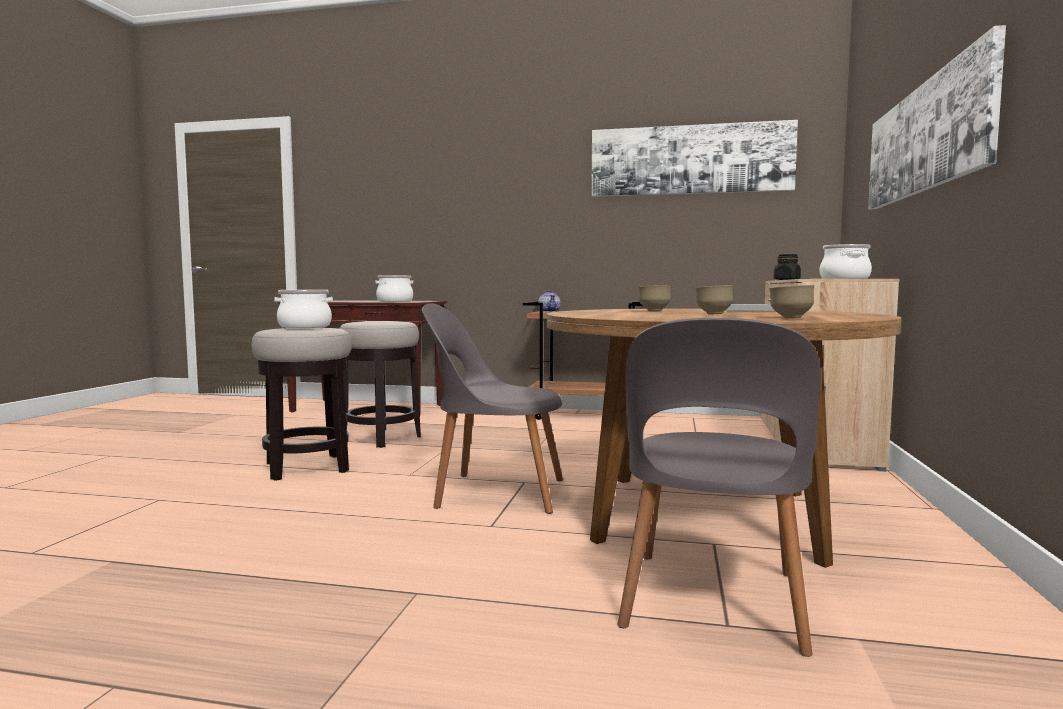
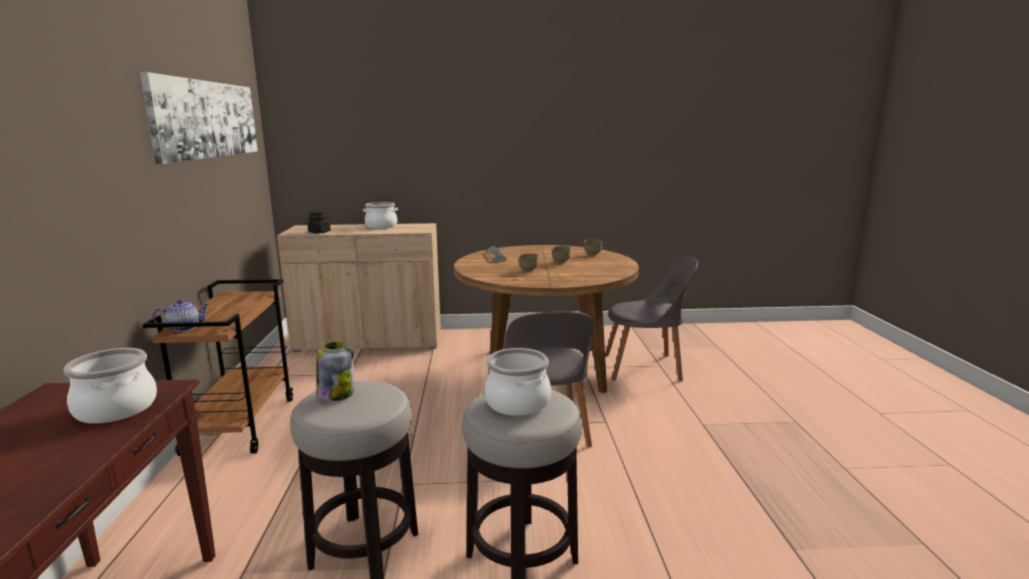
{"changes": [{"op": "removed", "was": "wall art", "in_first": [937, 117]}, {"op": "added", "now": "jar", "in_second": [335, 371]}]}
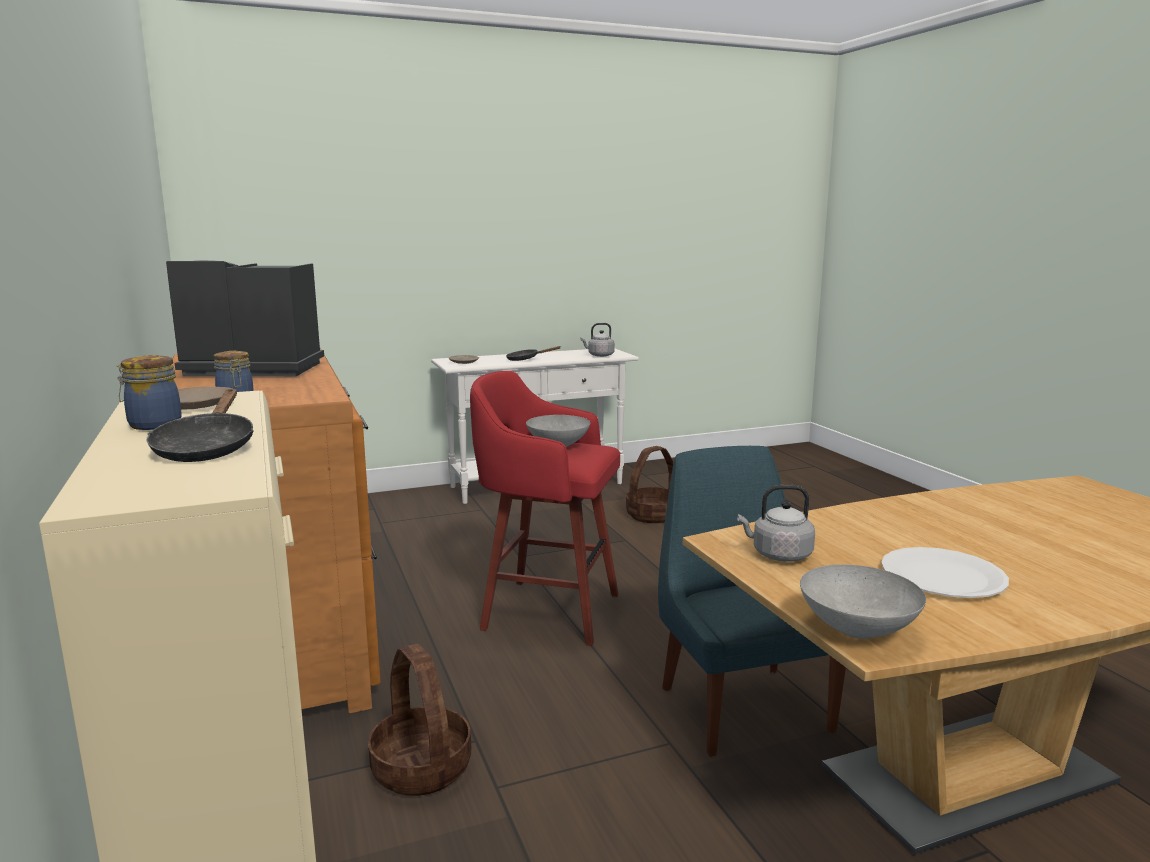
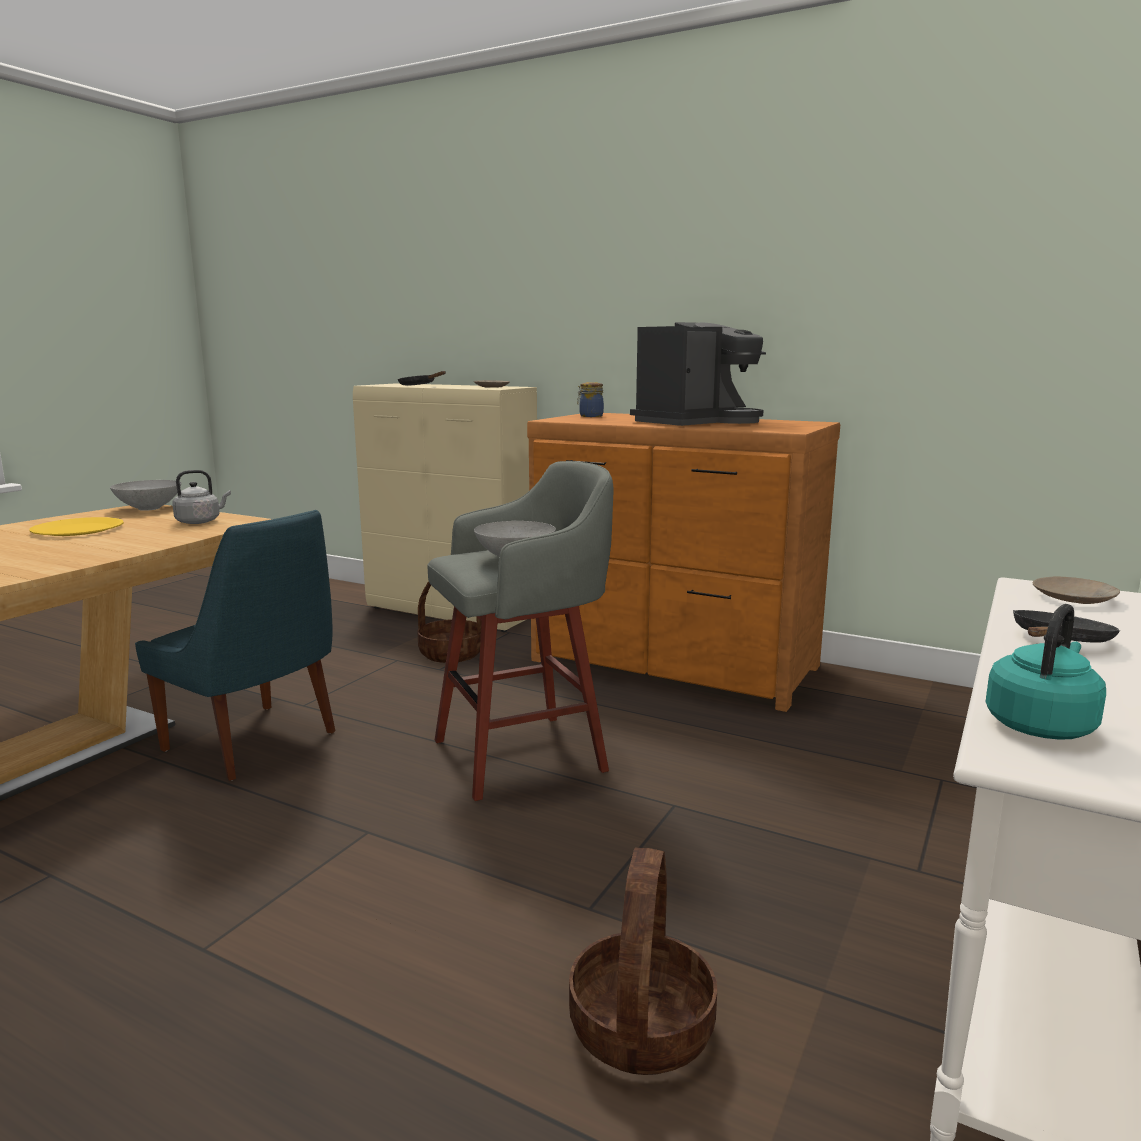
{"changes": [{"op": "removed", "was": "jar", "in_first": [149, 392]}, {"op": "recoloured", "was": "red stool", "now": "greyish stool", "in_first": [545, 508], "in_second": [520, 631]}, {"op": "recoloured", "was": "greyish tea kettle", "now": "turquoise tea kettle", "in_first": [597, 340], "in_second": [1045, 672]}, {"op": "recoloured", "was": "whitish flat dish", "now": "yellowish flat dish", "in_first": [945, 572], "in_second": [77, 526]}]}
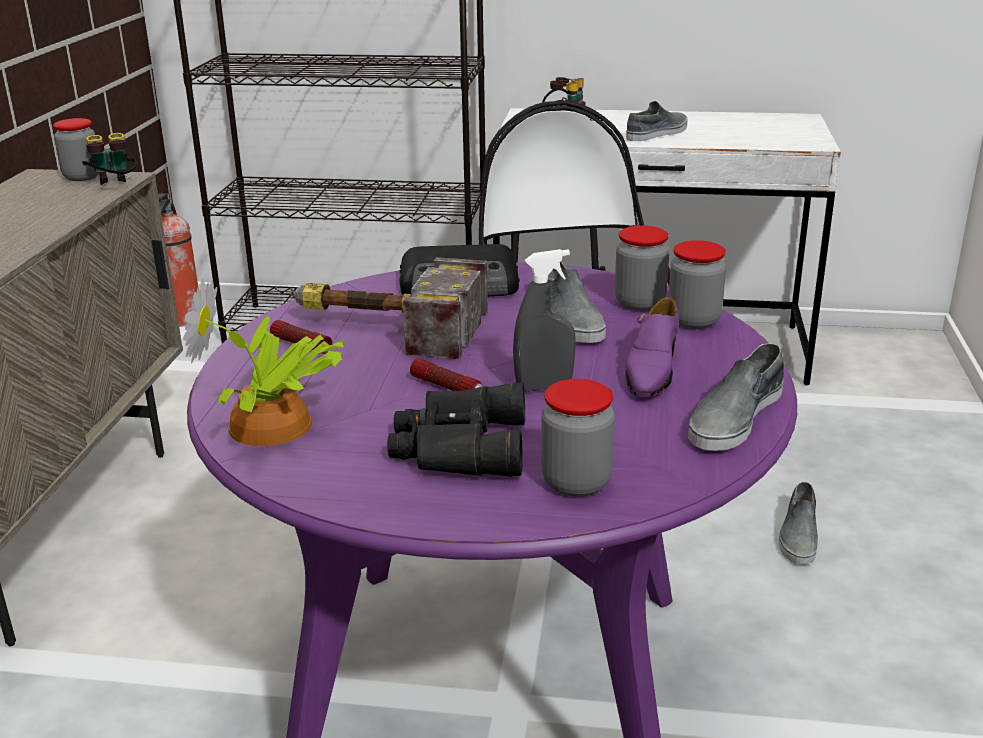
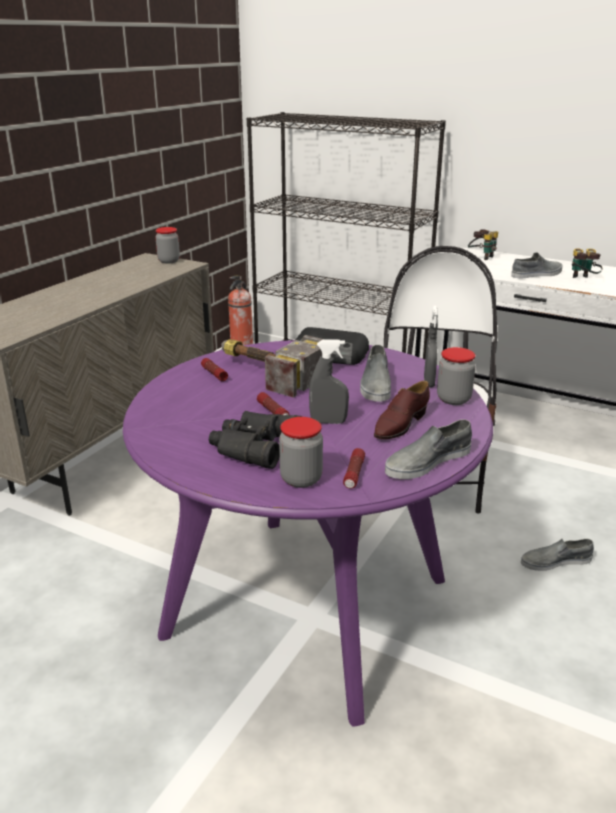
{"changes": [{"op": "moved", "was": "field glasses", "in_first": [109, 159], "in_second": [587, 263]}, {"op": "removed", "was": "potted plant", "in_first": [263, 362]}, {"op": "replaced", "was": "jar", "now": "greyish spray bottle", "in_first": [642, 268], "in_second": [431, 346]}, {"op": "recoloured", "was": "purplish low shoe", "now": "brownish low shoe", "in_first": [652, 347], "in_second": [402, 410]}, {"op": "turned", "was": "greyish low shoe", "in_first": [798, 523], "in_second": [557, 555], "clockwise": 45}, {"op": "added", "now": "hand torch", "in_second": [354, 468]}]}
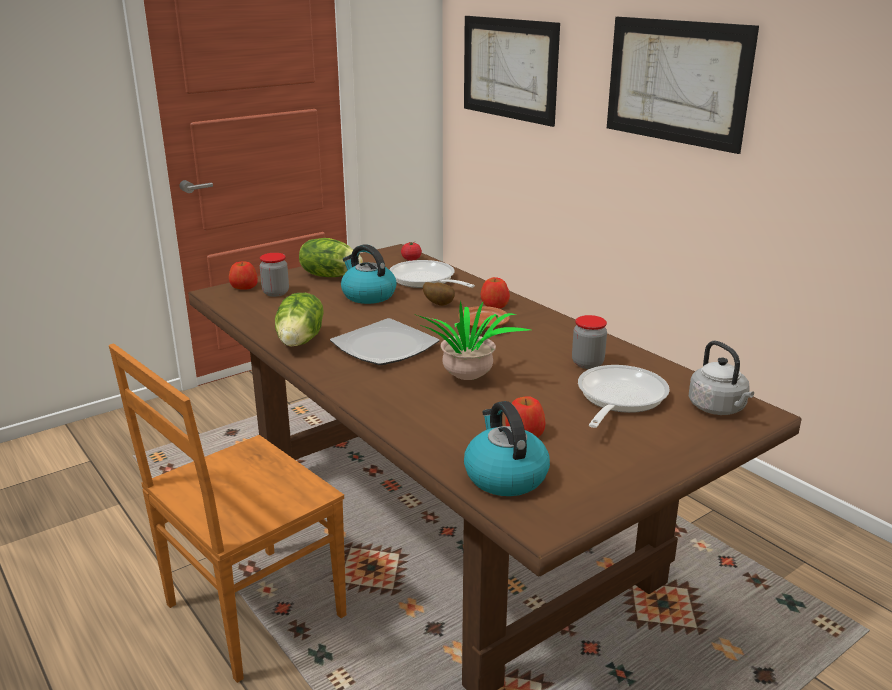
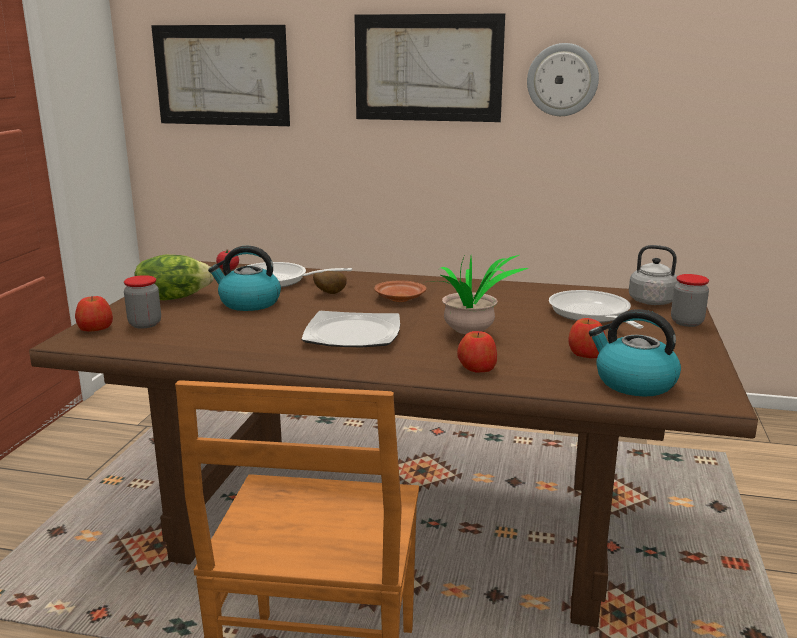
{"changes": [{"op": "removed", "was": "head of lettuce", "in_first": [299, 320]}, {"op": "moved", "was": "whole apple", "in_first": [495, 292], "in_second": [477, 351]}, {"op": "moved", "was": "jar", "in_first": [589, 342], "in_second": [690, 300]}, {"op": "added", "now": "clock on the wall", "in_second": [563, 79]}]}
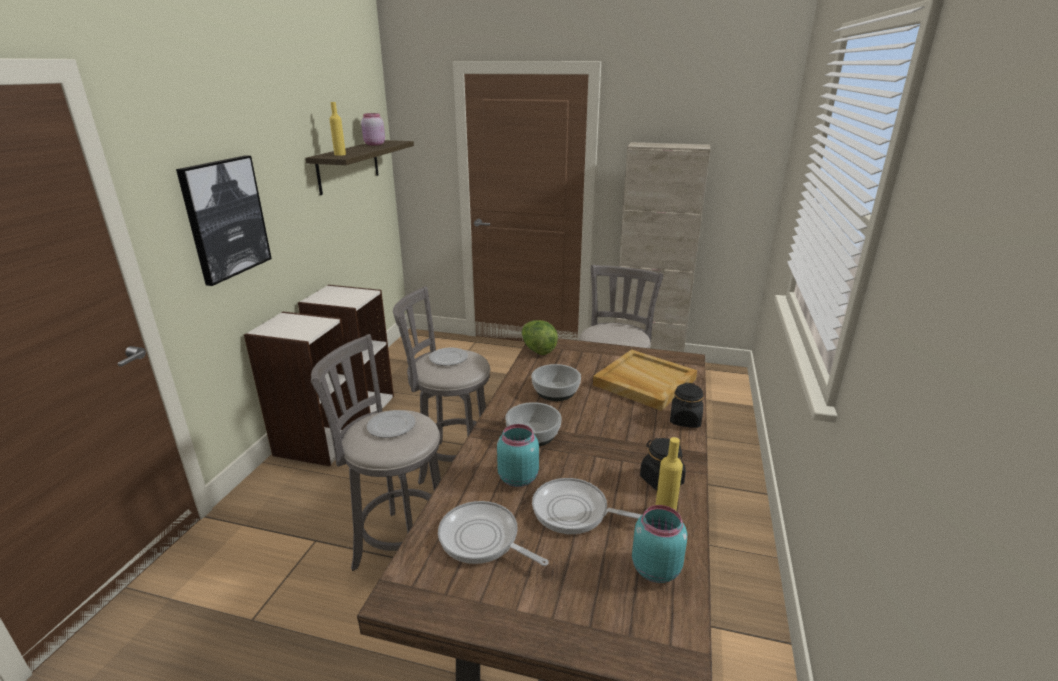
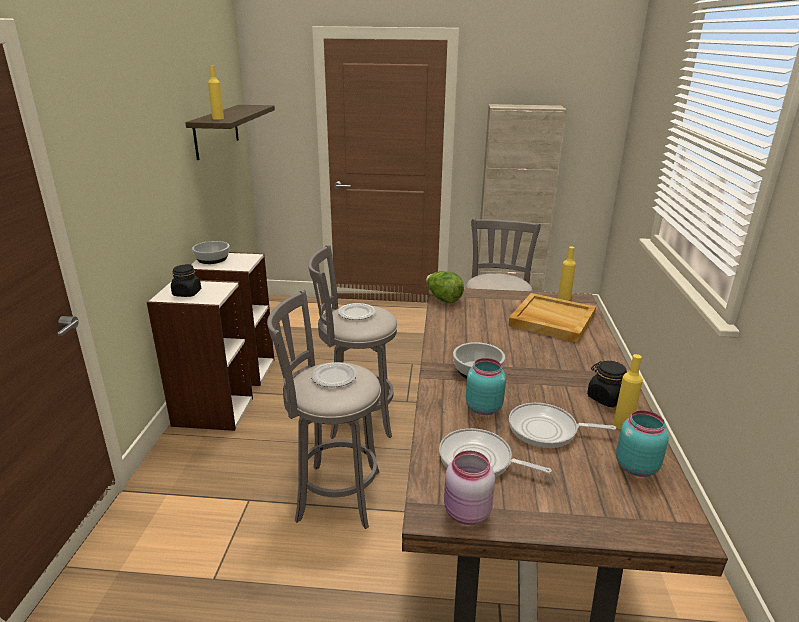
{"changes": [{"op": "removed", "was": "wall art", "in_first": [224, 220]}, {"op": "moved", "was": "pink jar", "in_first": [373, 129], "in_second": [469, 487]}, {"op": "moved", "was": "deep dish", "in_first": [556, 382], "in_second": [211, 252]}, {"op": "moved", "was": "black-coloured jar", "in_first": [687, 405], "in_second": [186, 280]}, {"op": "added", "now": "yellowish beverage bottle", "in_second": [567, 273]}]}
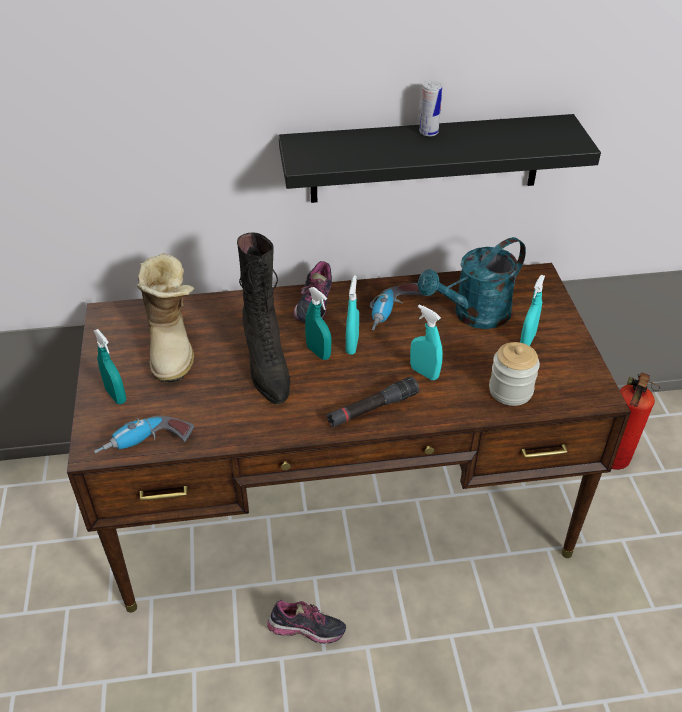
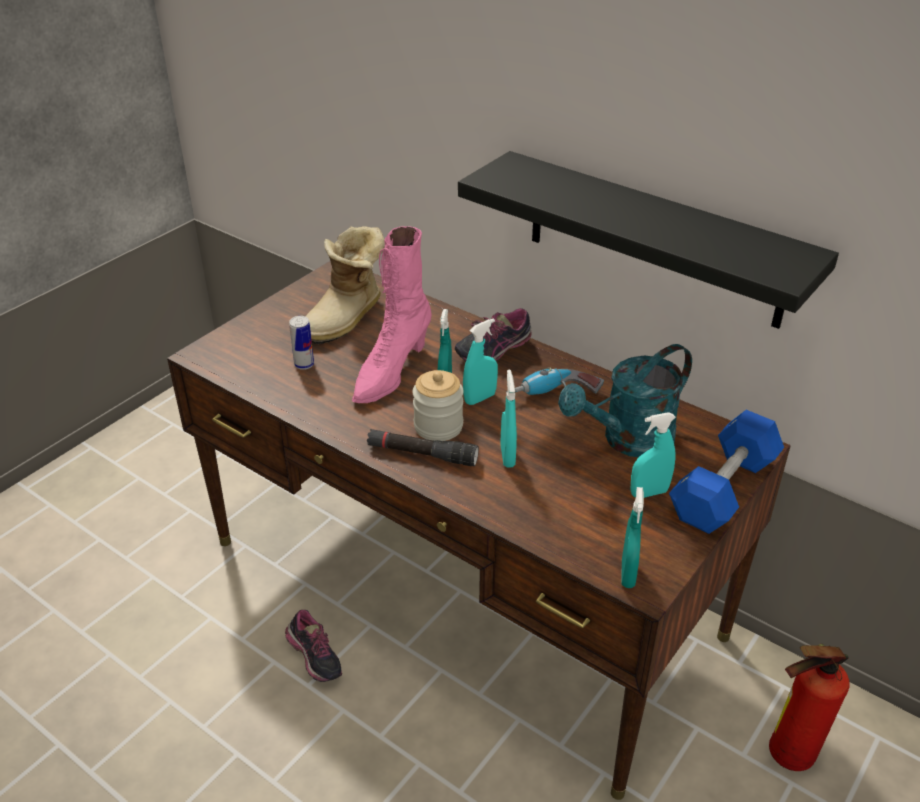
{"changes": [{"op": "moved", "was": "turquoise spray bottle", "in_first": [110, 366], "in_second": [632, 537]}, {"op": "removed", "was": "electric drill", "in_first": [144, 434]}, {"op": "recoloured", "was": "black-coloured tall boot", "now": "pink tall boot", "in_first": [263, 319], "in_second": [392, 314]}, {"op": "turned", "was": "turquoise watering can", "in_first": [471, 283], "in_second": [625, 400], "clockwise": -45}, {"op": "moved", "was": "sealed can", "in_first": [430, 108], "in_second": [301, 343]}, {"op": "moved", "was": "jar", "in_first": [514, 374], "in_second": [438, 405]}, {"op": "added", "now": "blue dumbbell", "in_second": [726, 472]}]}
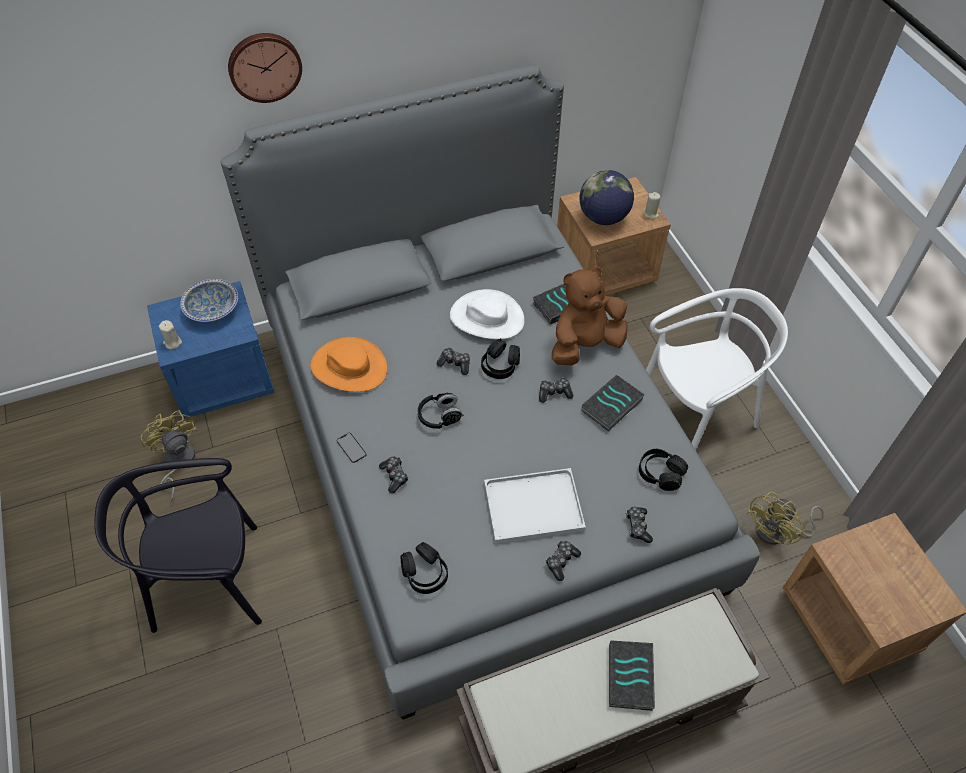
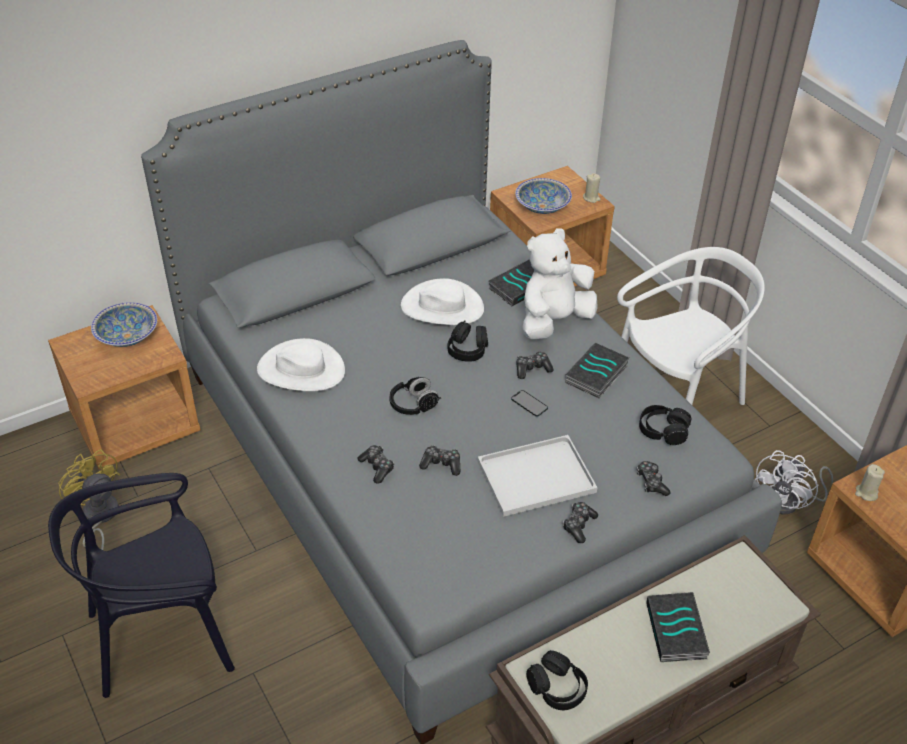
{"changes": [{"op": "recoloured", "was": "blue nightstand", "now": "brownish nightstand", "in_first": [210, 350], "in_second": [124, 387]}, {"op": "moved", "was": "beige wax light", "in_first": [170, 334], "in_second": [870, 482]}, {"op": "removed", "was": "clock on the wall", "in_first": [265, 68]}, {"op": "recoloured", "was": "orange-coloured clothing hat", "now": "whitish clothing hat", "in_first": [348, 364], "in_second": [301, 364]}, {"op": "moved", "was": "handset", "in_first": [351, 448], "in_second": [529, 403]}, {"op": "moved", "was": "black-coloured headphones", "in_first": [424, 568], "in_second": [557, 680]}, {"op": "moved", "was": "game controller", "in_first": [453, 361], "in_second": [439, 460]}, {"op": "recoloured", "was": "brownish cuddly toy", "now": "whitish cuddly toy", "in_first": [590, 315], "in_second": [560, 284]}, {"op": "replaced", "was": "desk globe", "now": "deep dish", "in_first": [607, 197], "in_second": [543, 196]}, {"op": "recoloured", "was": "yellowish electric fan", "now": "whitish electric fan", "in_first": [785, 518], "in_second": [794, 482]}]}
